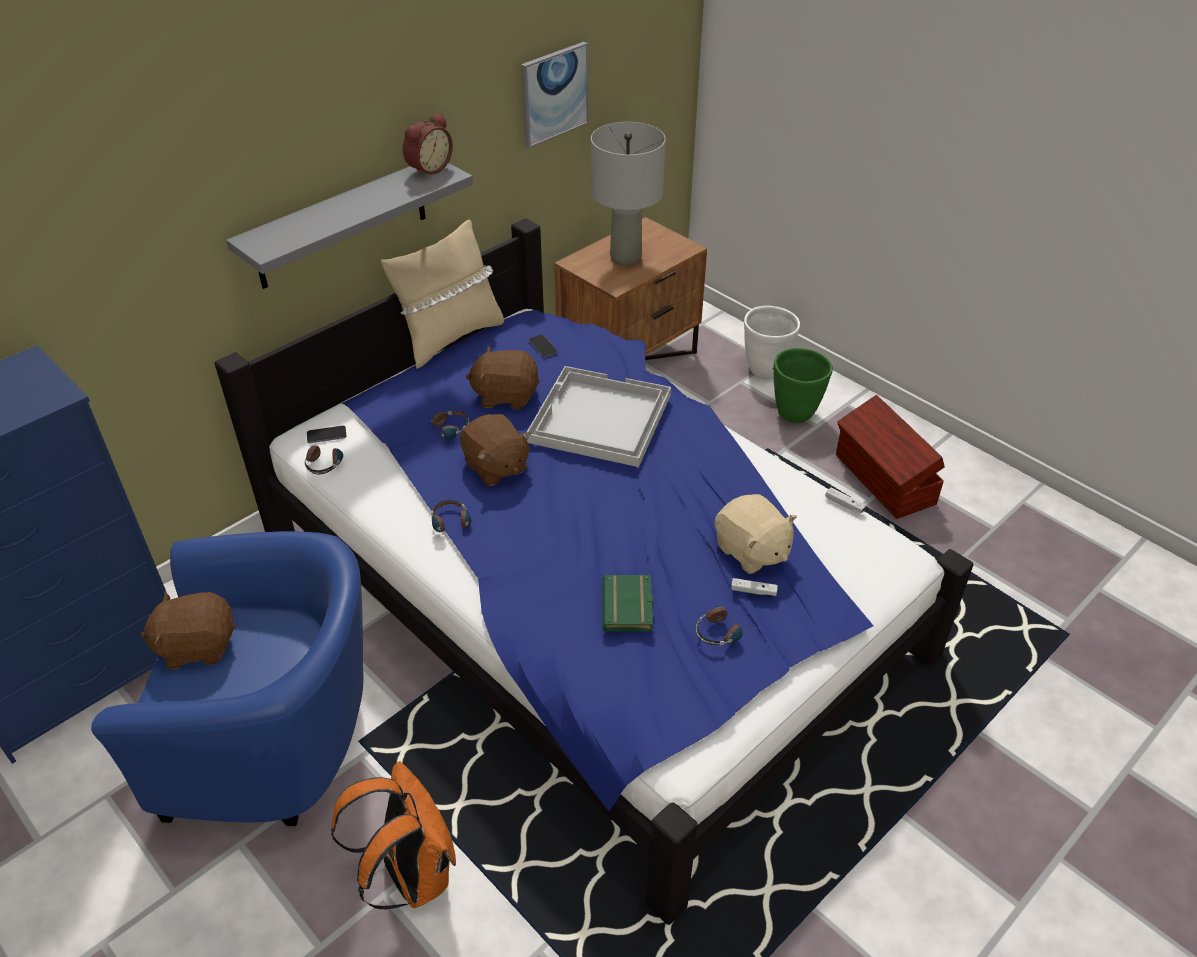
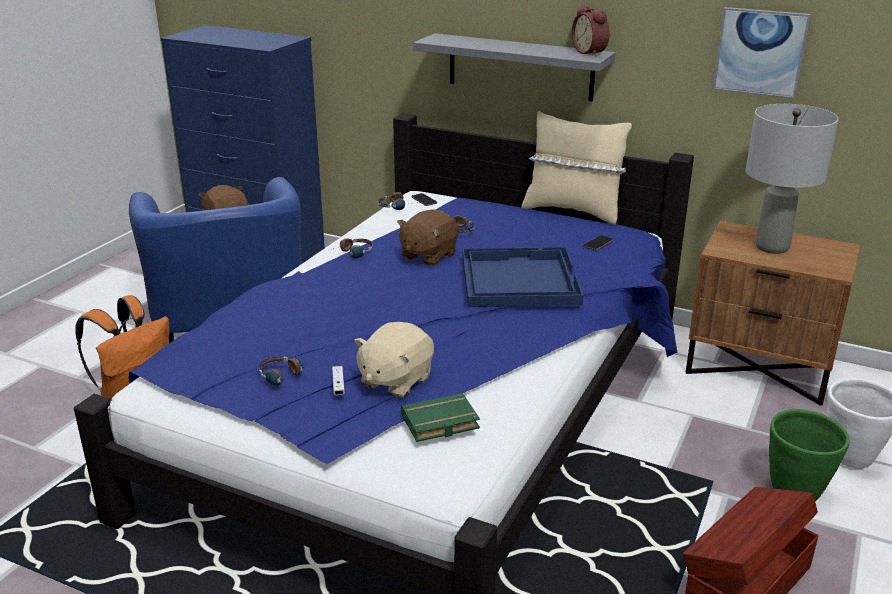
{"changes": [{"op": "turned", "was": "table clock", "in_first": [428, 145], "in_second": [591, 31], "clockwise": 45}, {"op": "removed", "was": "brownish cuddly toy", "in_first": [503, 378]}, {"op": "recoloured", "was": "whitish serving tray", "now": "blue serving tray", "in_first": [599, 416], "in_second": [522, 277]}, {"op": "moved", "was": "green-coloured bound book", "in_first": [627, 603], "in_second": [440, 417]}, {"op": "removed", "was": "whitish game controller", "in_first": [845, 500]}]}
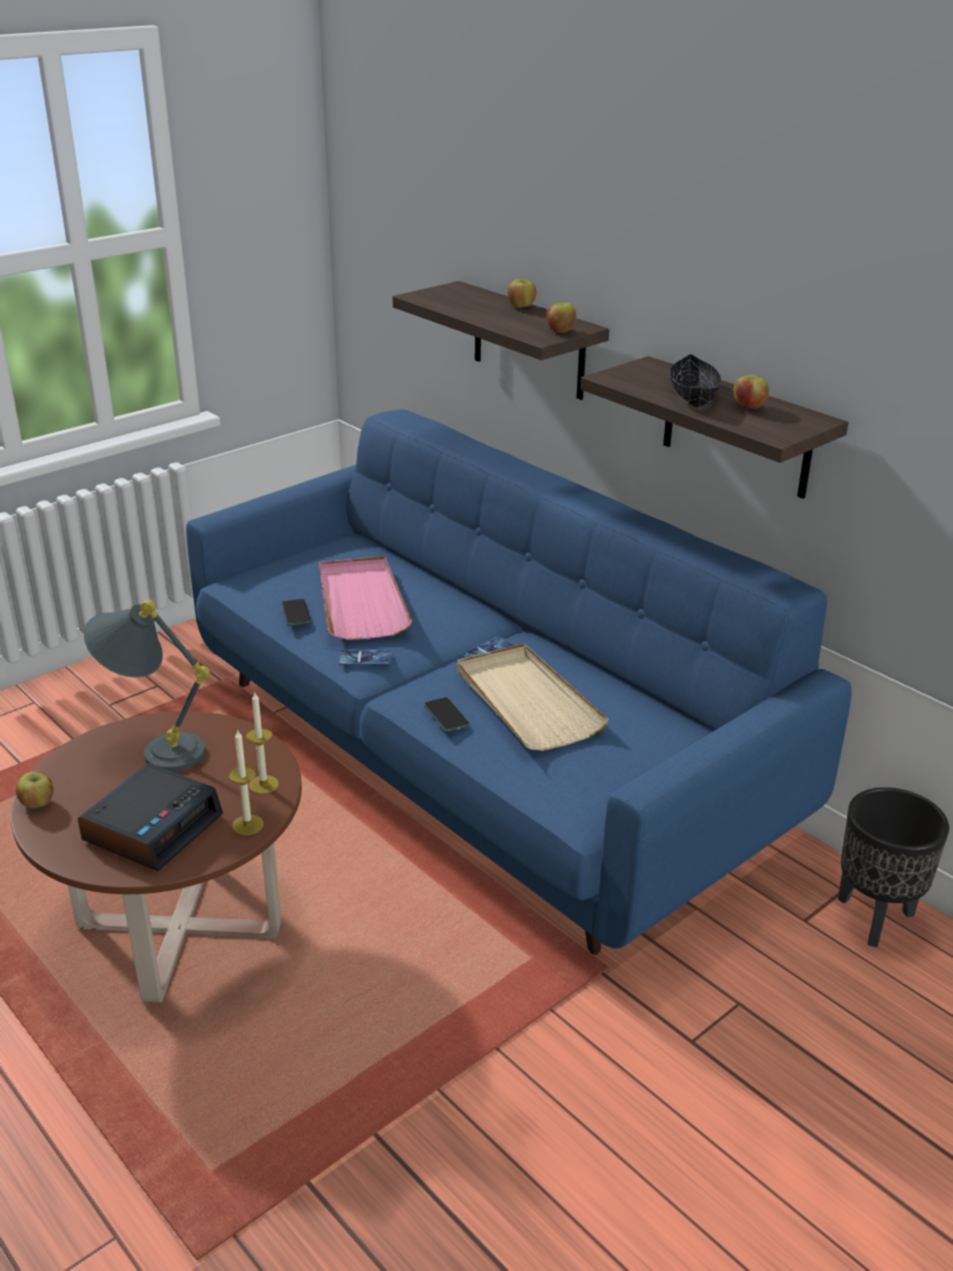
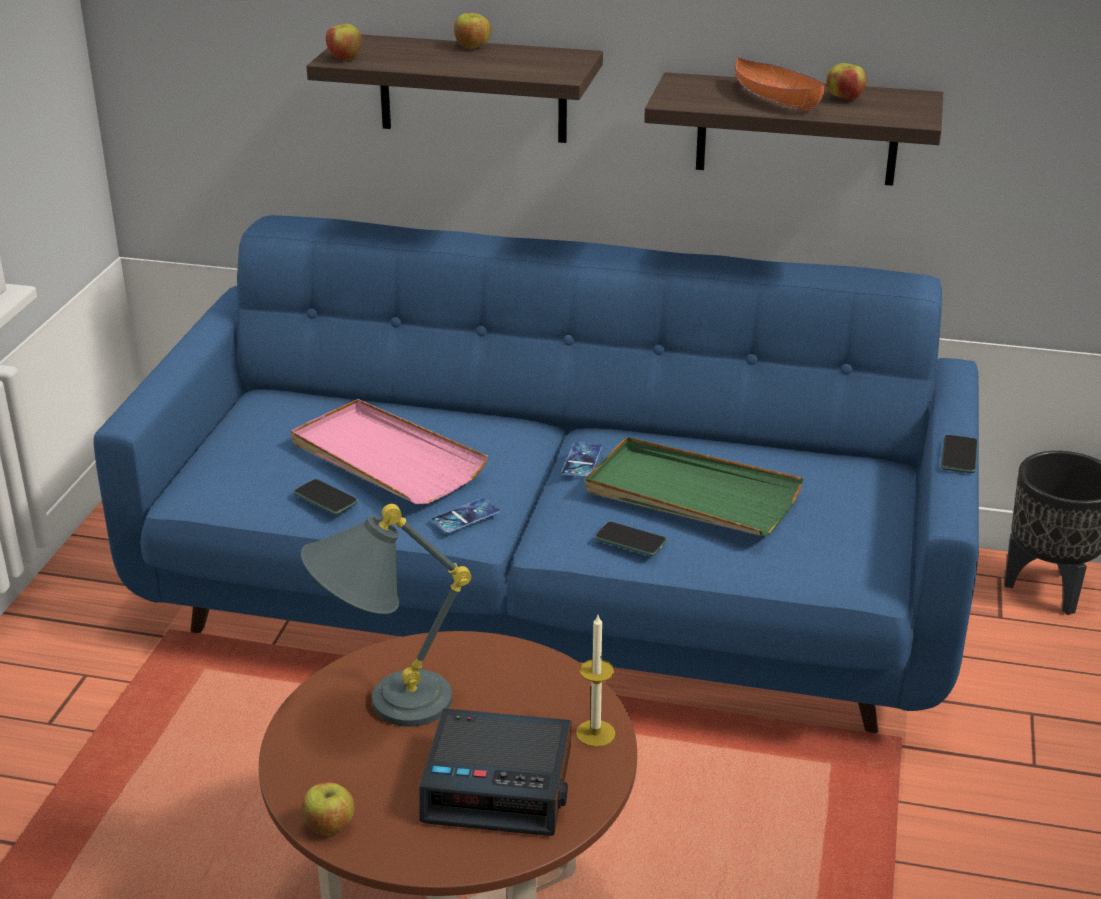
{"changes": [{"op": "turned", "was": "table clock", "in_first": [150, 817], "in_second": [495, 772], "clockwise": 105}, {"op": "removed", "was": "wax light", "in_first": [262, 742]}, {"op": "recoloured", "was": "beige serving tray", "now": "green-coloured serving tray", "in_first": [533, 697], "in_second": [694, 487]}, {"op": "moved", "was": "whole apple", "in_first": [561, 318], "in_second": [344, 42]}, {"op": "recoloured", "was": "black-coloured deep dish", "now": "orange-coloured deep dish", "in_first": [695, 381], "in_second": [780, 84]}, {"op": "added", "now": "handset", "in_second": [959, 454]}]}
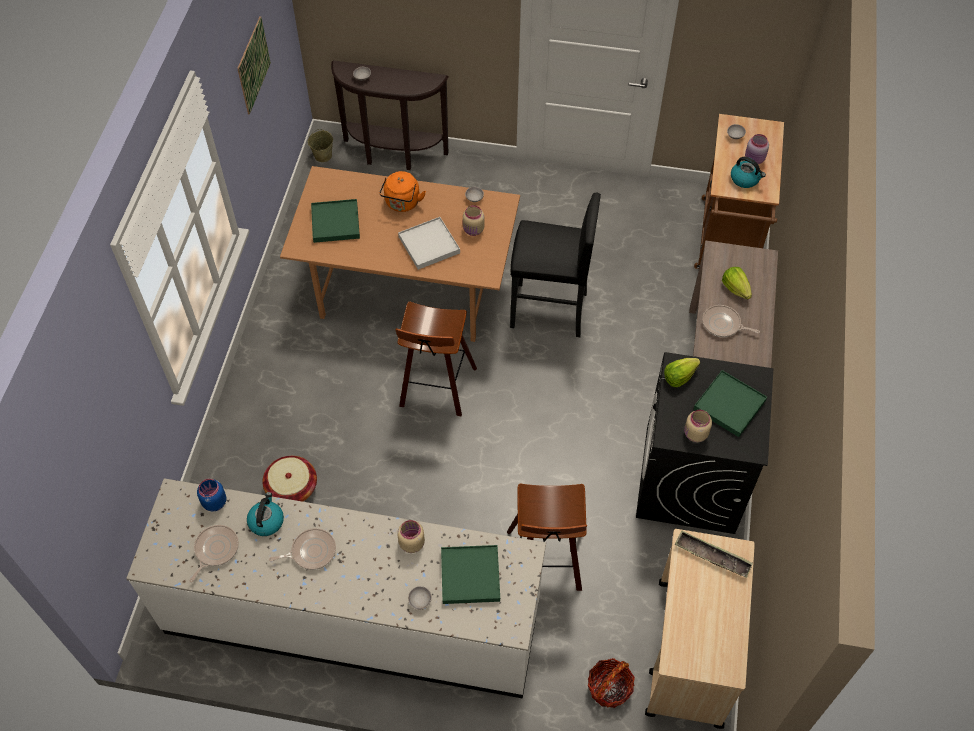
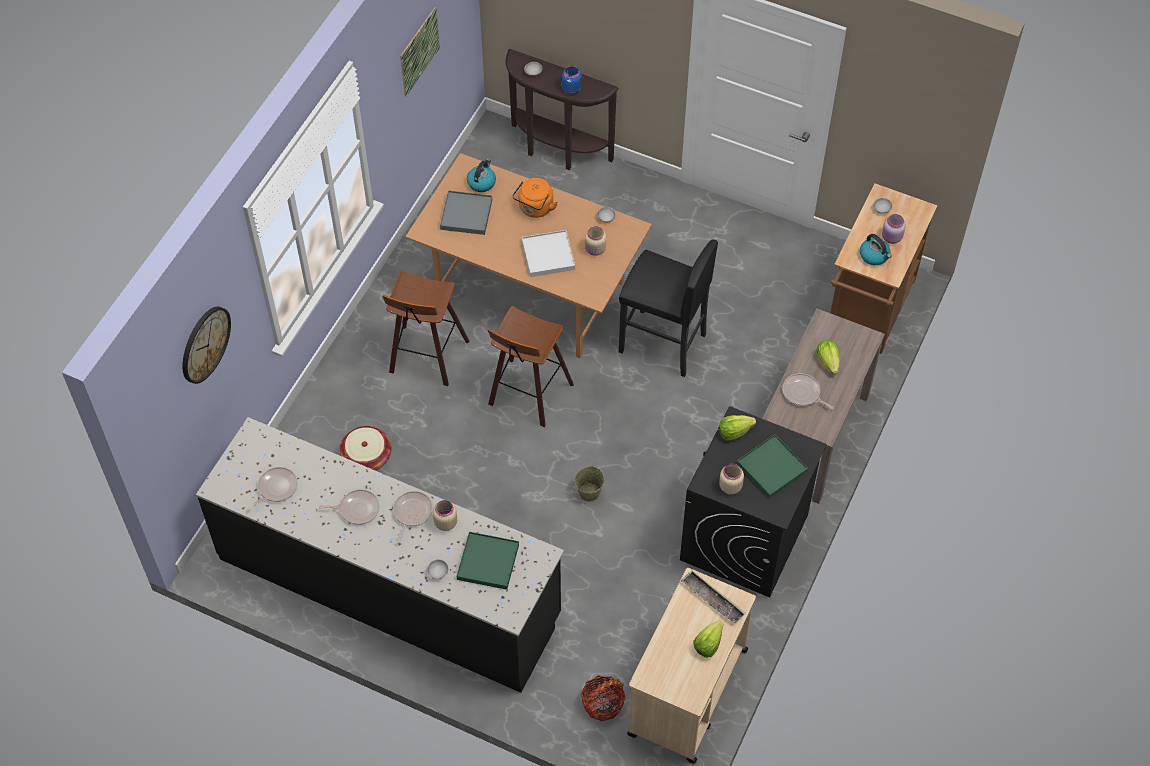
{"changes": [{"op": "recoloured", "was": "whitish kitchen base unit", "now": "black-coloured kitchen base unit", "in_first": [336, 588], "in_second": [380, 555]}, {"op": "moved", "was": "blue jar", "in_first": [211, 495], "in_second": [572, 79]}, {"op": "moved", "was": "tea kettle", "in_first": [265, 514], "in_second": [481, 175]}, {"op": "moved", "was": "beige pail", "in_first": [320, 145], "in_second": [589, 484]}, {"op": "recoloured", "was": "green-coloured serving tray", "now": "greyish serving tray", "in_first": [335, 221], "in_second": [466, 212]}, {"op": "moved", "was": "stool", "in_first": [547, 537], "in_second": [426, 328]}, {"op": "added", "now": "clock on the wall", "in_second": [206, 345]}, {"op": "added", "now": "skillet", "in_second": [413, 517]}, {"op": "added", "now": "head of lettuce", "in_second": [708, 639]}]}
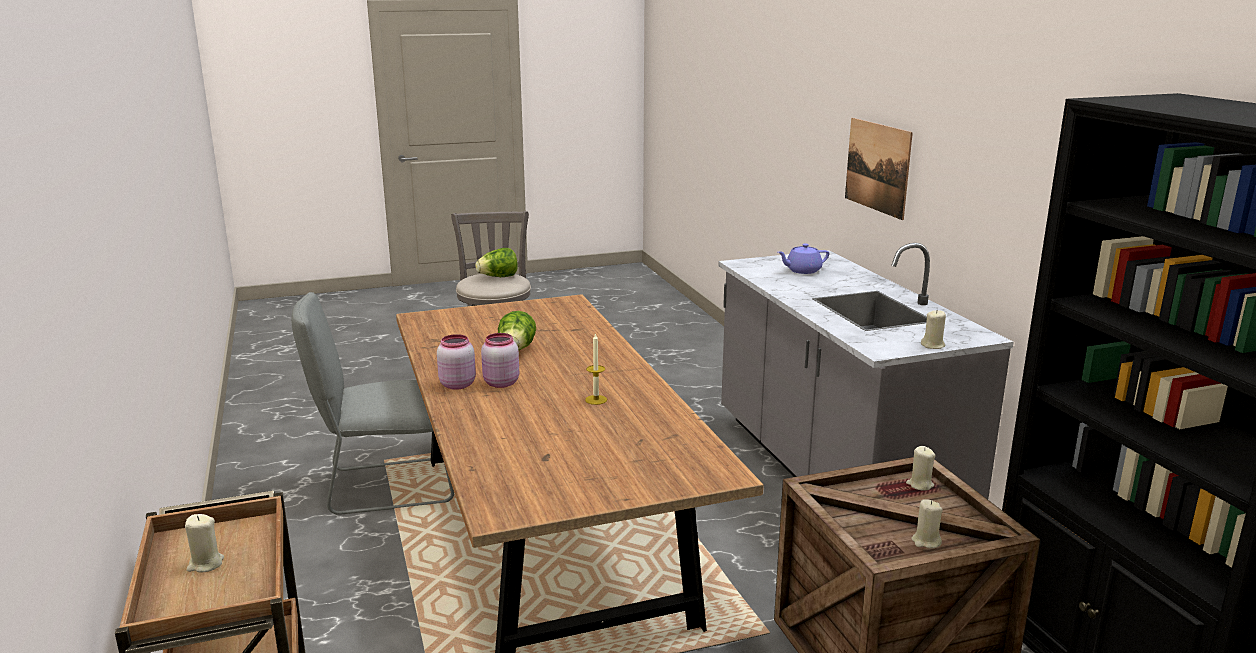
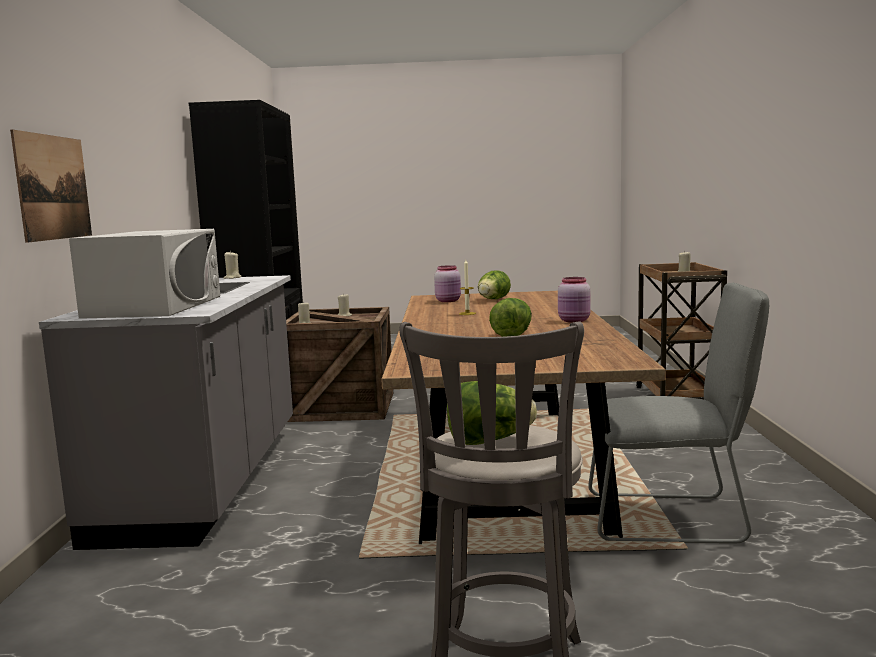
{"changes": [{"op": "moved", "was": "pink jar", "in_first": [500, 360], "in_second": [447, 283]}, {"op": "replaced", "was": "purplish pot for tea", "now": "whitish microwave", "in_first": [803, 259], "in_second": [144, 274]}, {"op": "added", "now": "head of lettuce", "in_second": [494, 284]}]}
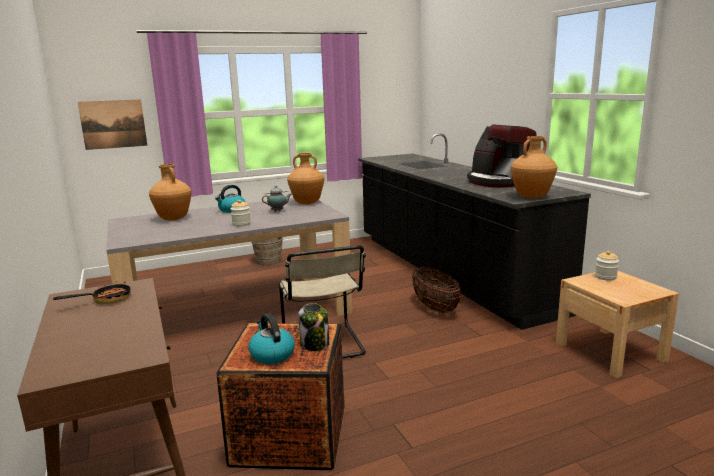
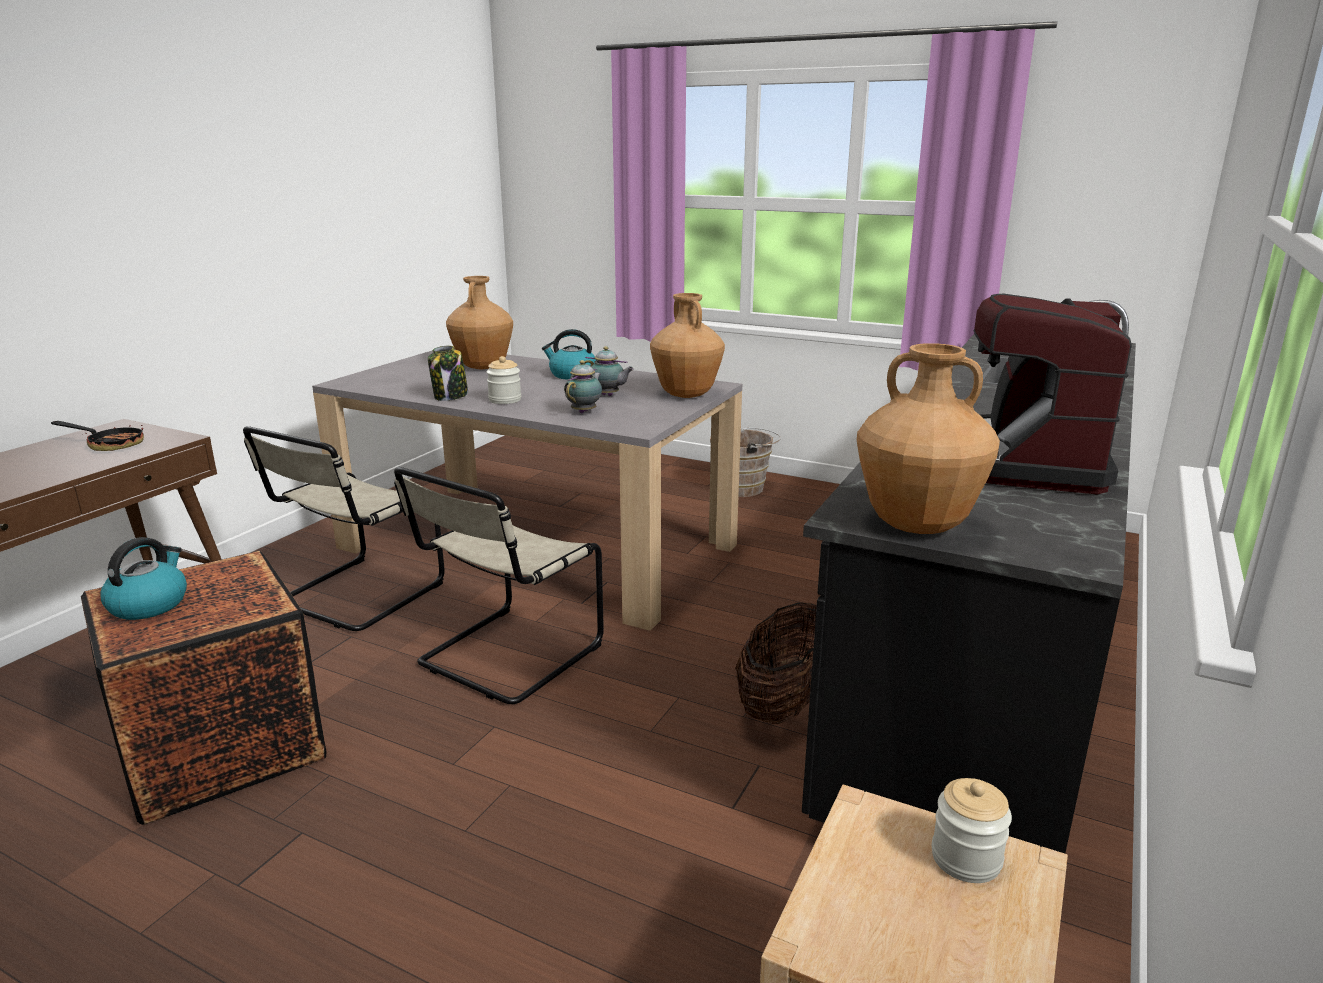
{"changes": [{"op": "removed", "was": "wall art", "in_first": [112, 124]}, {"op": "moved", "was": "jar", "in_first": [313, 327], "in_second": [448, 373]}, {"op": "added", "now": "beige plain chair", "in_second": [344, 528]}, {"op": "added", "now": "pot for tea", "in_second": [583, 386]}]}
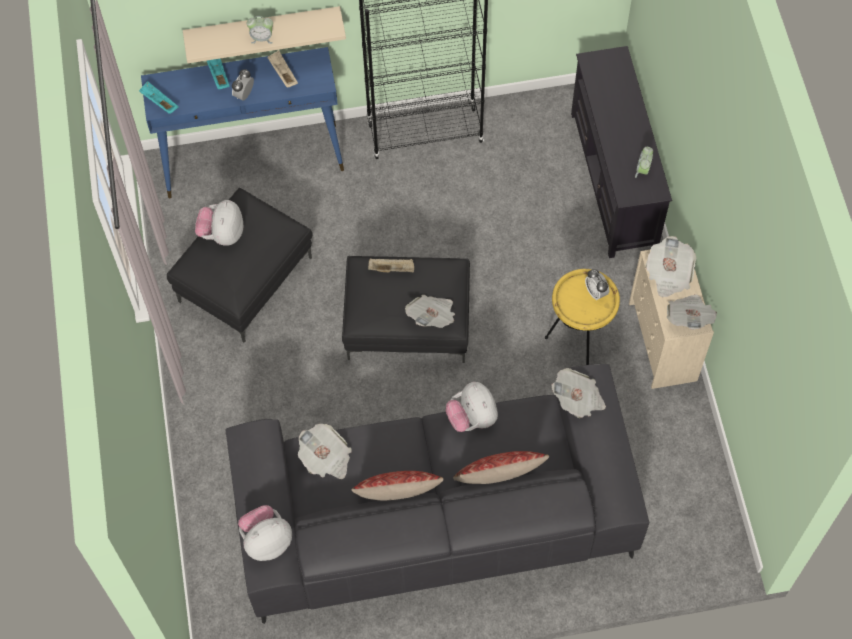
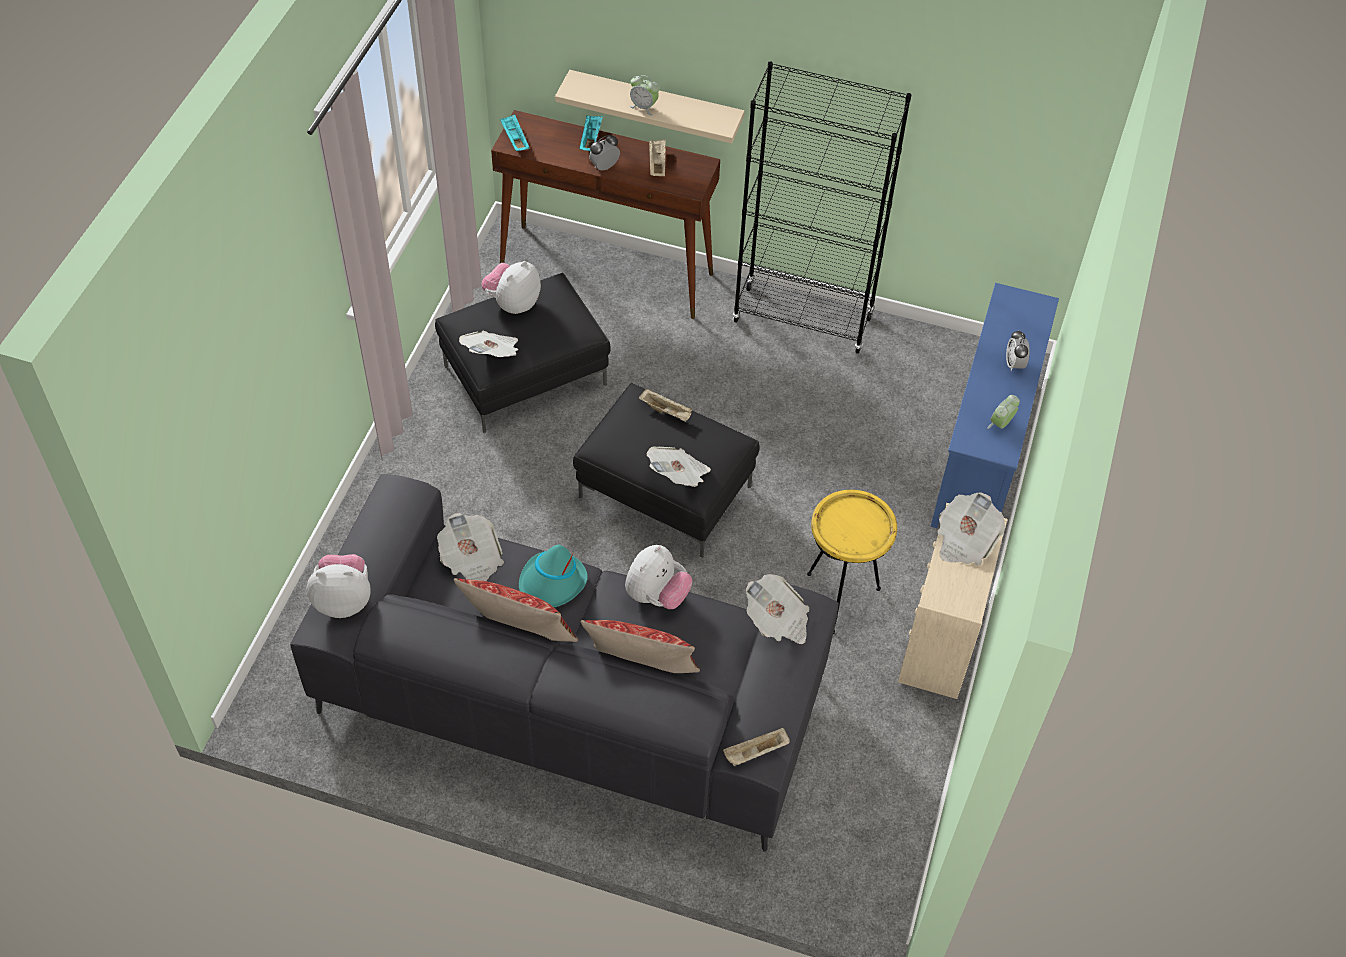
{"changes": [{"op": "recoloured", "was": "blue console table", "now": "brownish console table", "in_first": [242, 123], "in_second": [605, 214]}, {"op": "turned", "was": "cuddly toy", "in_first": [472, 407], "in_second": [658, 577], "clockwise": -150}, {"op": "recoloured", "was": "black-coloured media console", "now": "blue media console", "in_first": [621, 152], "in_second": [995, 405]}, {"op": "moved", "was": "table clock", "in_first": [597, 284], "in_second": [1018, 350]}, {"op": "moved", "was": "printed paper", "in_first": [692, 312], "in_second": [489, 344]}, {"op": "added", "now": "turquoise clothing hat", "in_second": [553, 576]}, {"op": "added", "now": "beige serving tray", "in_second": [756, 747]}]}
